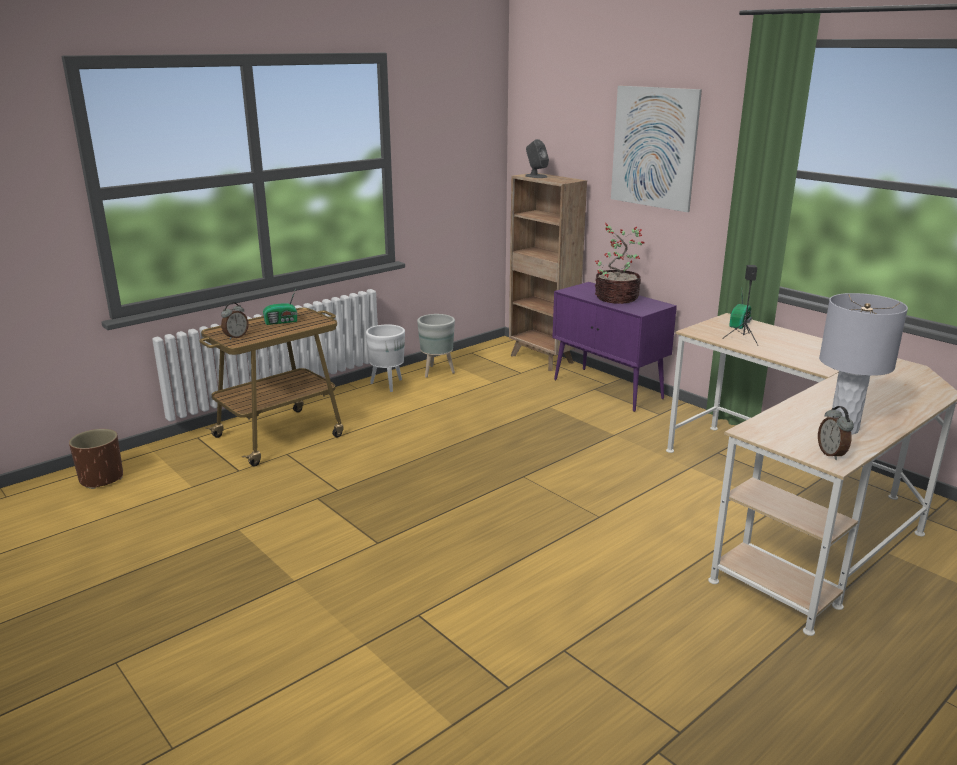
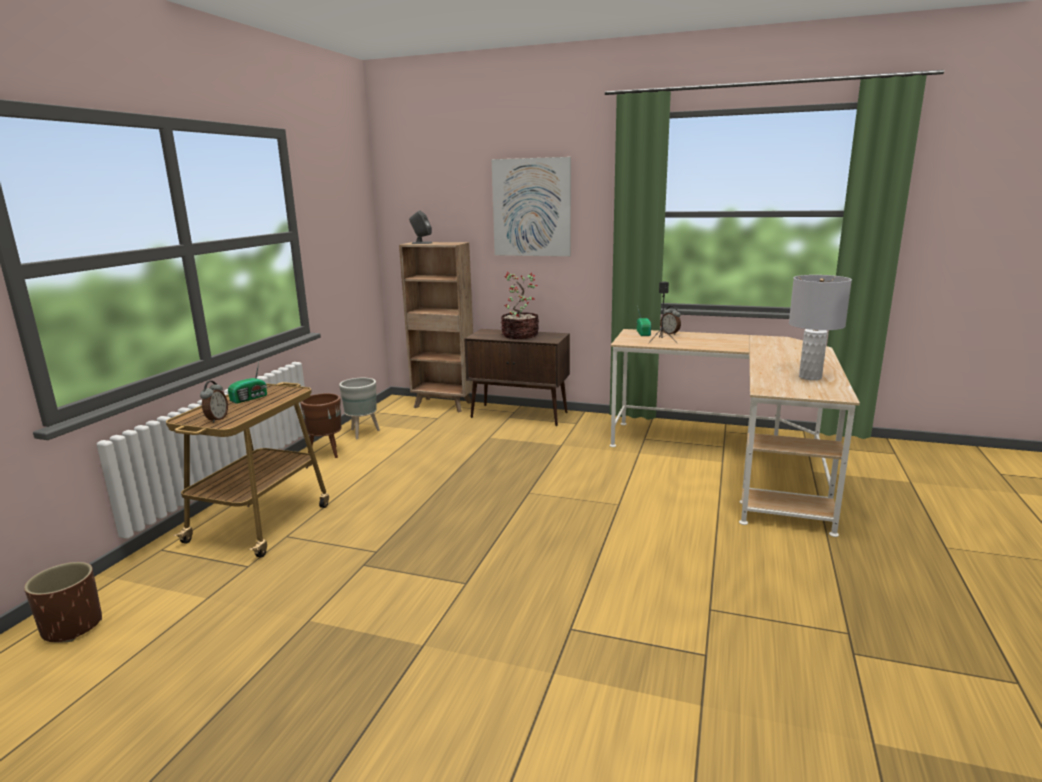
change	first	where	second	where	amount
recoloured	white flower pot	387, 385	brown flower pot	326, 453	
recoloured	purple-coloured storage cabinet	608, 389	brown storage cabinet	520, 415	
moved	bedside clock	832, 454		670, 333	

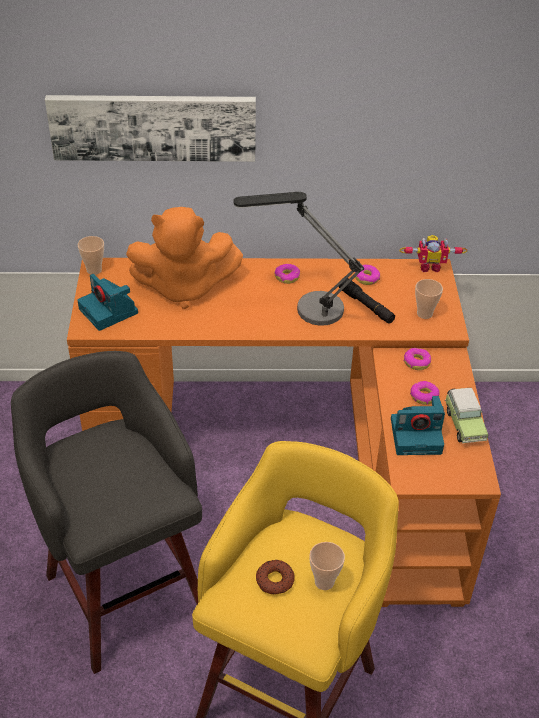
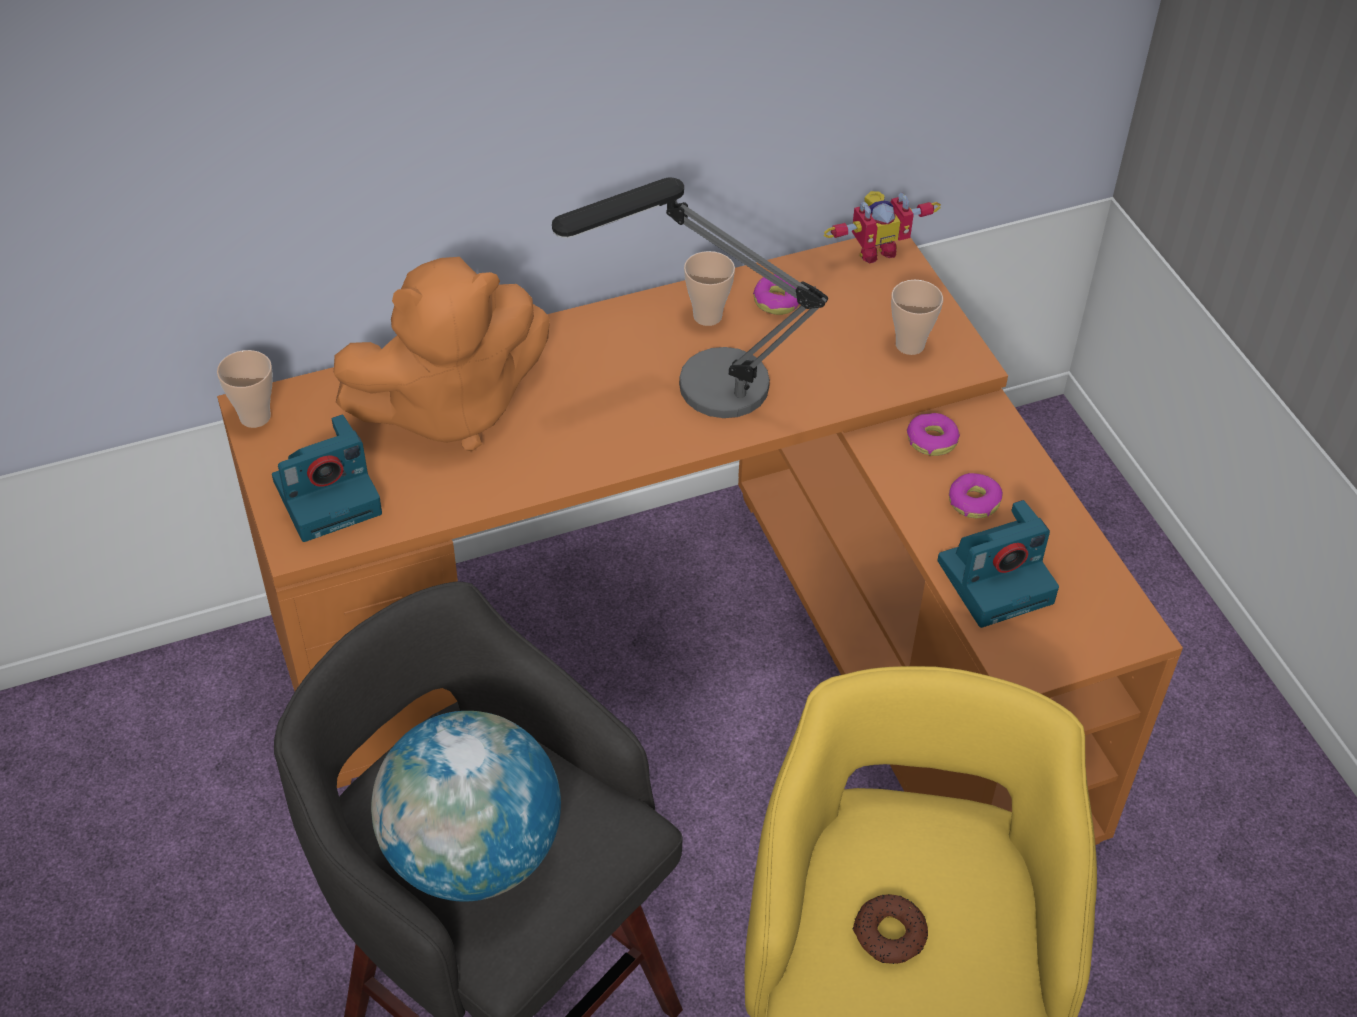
change	first	where	second	where	amount
turned	photo camera	109, 311		329, 495	60 degrees counterclockwise
added			desk globe	472, 854	
moved	cup	324, 582		707, 316	
removed	wall art	153, 126			
removed	doughnut	287, 277			
removed	black torch	366, 306			
removed	miniature car	463, 423			

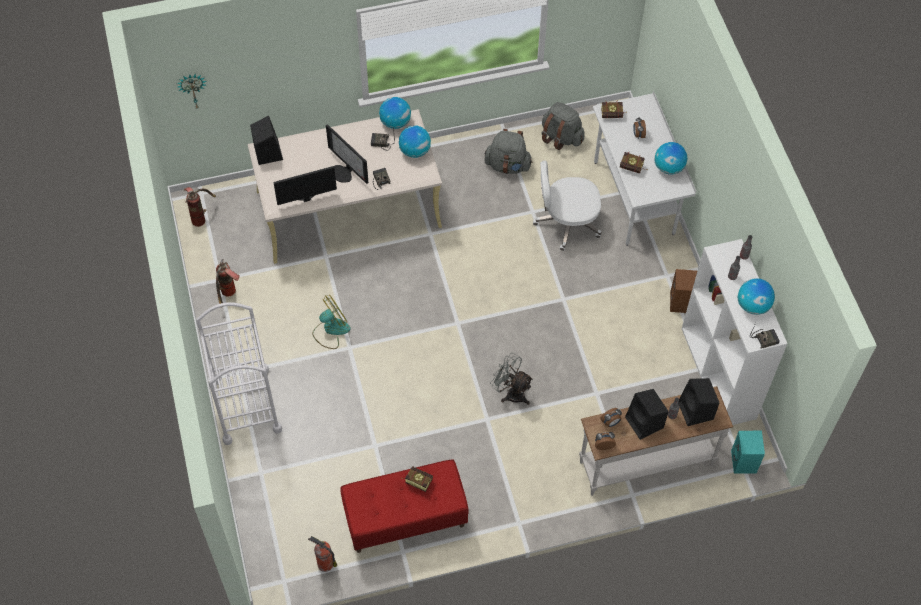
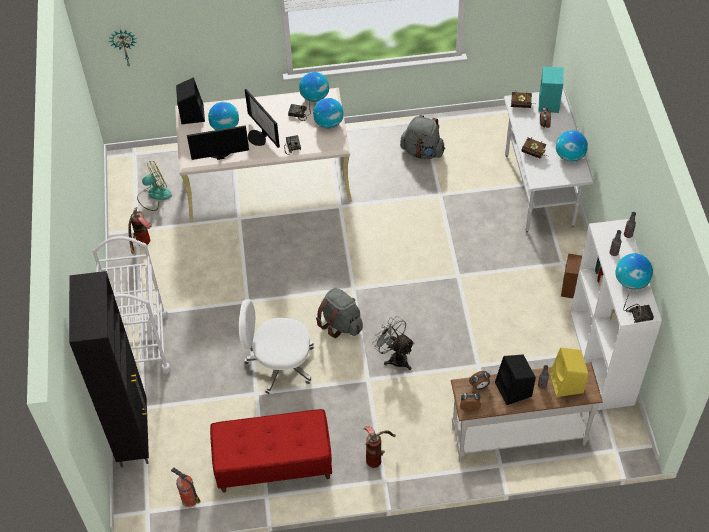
change	first	where	second	where	amount
added			black storage cabinet	134, 435	
moved	cooling fan	331, 330		154, 195	
added			desk globe	225, 127	
moved	white desk chair	566, 222		279, 364	
moved	greyish knapsack	561, 137		340, 323	
moved	fire extinguisher	201, 216		377, 455	
moved	blue-green speaker	744, 462		549, 104	
recoloured	black speaker	696, 411	yellow-coloured speaker	567, 383	
removed	book	416, 480			

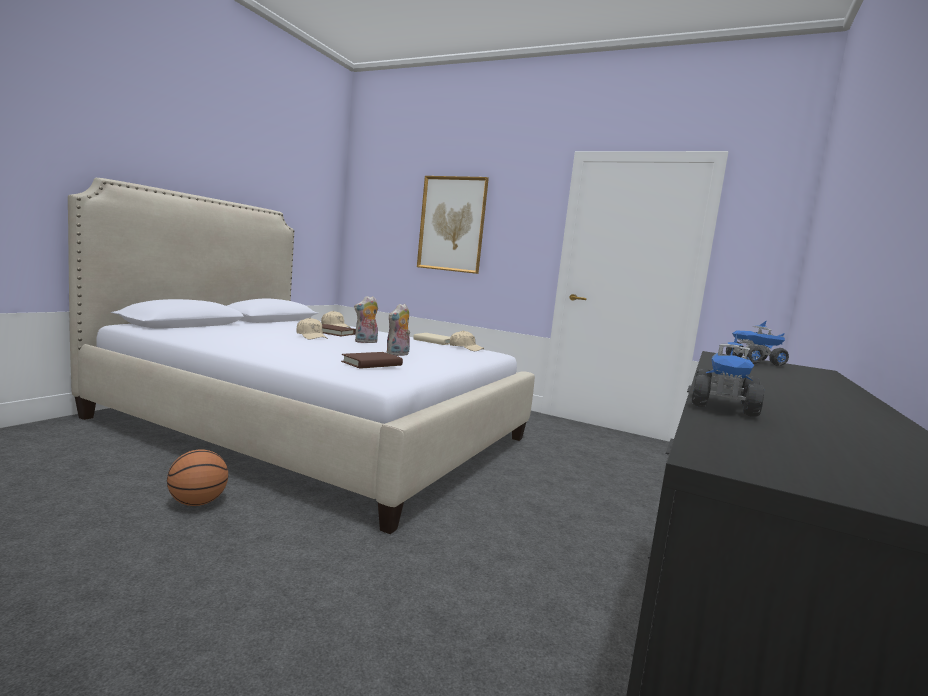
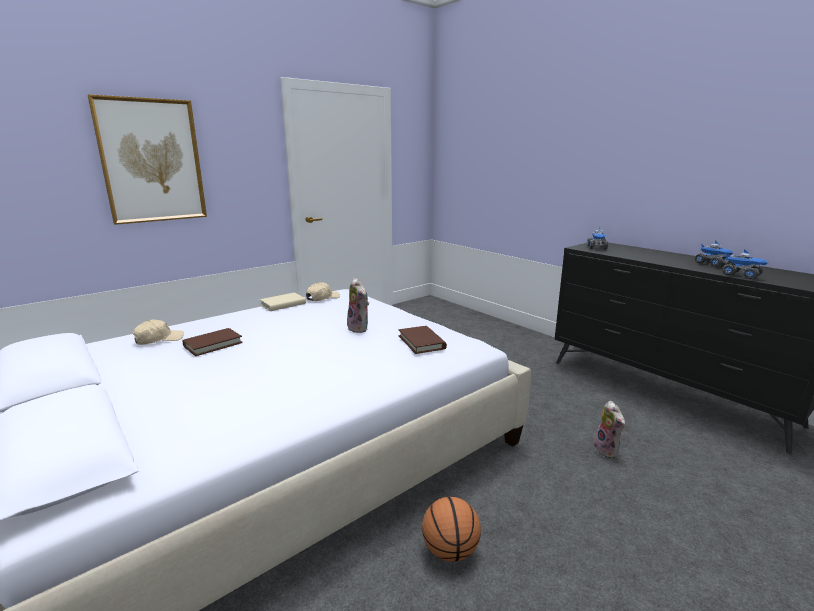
change	first	where	second	where	amount
moved	soft toy	365, 342		607, 450	
added			toy truck	713, 264	
removed	beige peaked cap	311, 336			

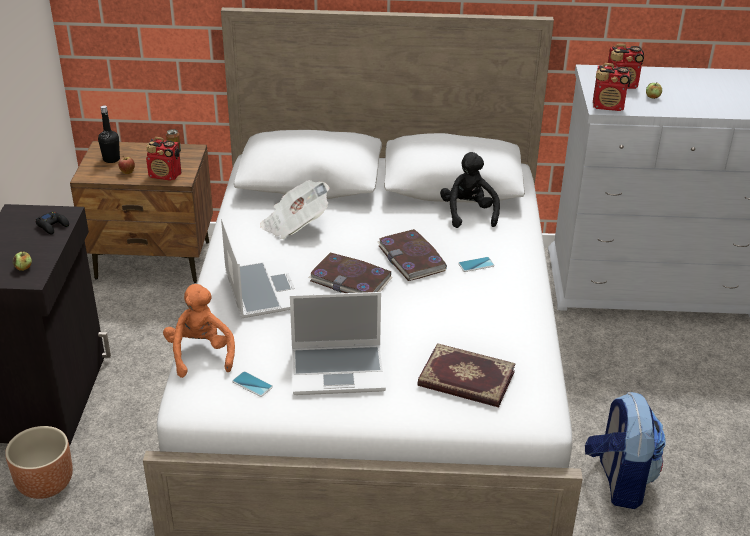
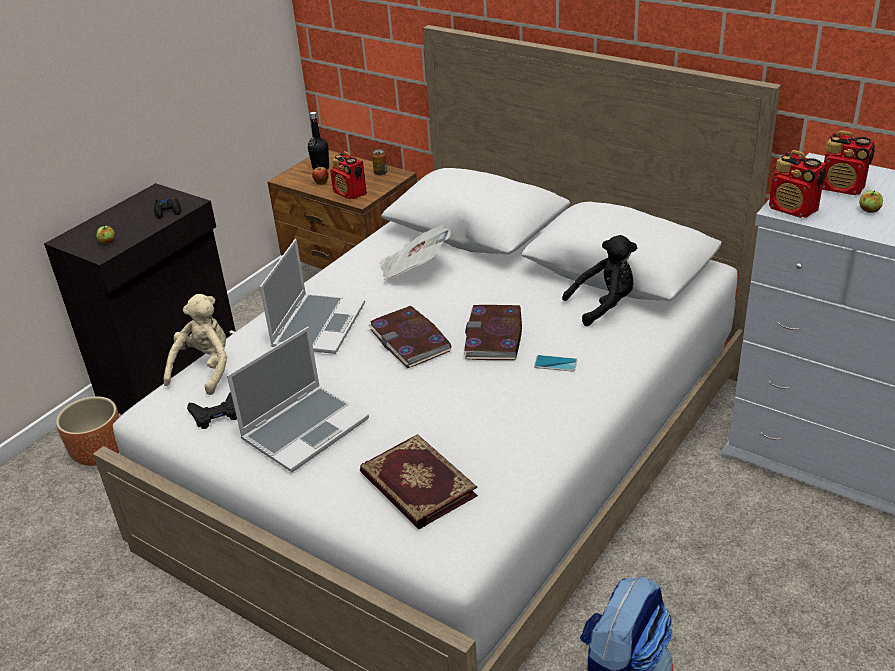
change	first	where	second	where	amount
recoloured	orangey soft toy	200, 354	beige soft toy	205, 369	
replaced	phone	252, 384	black game controller	217, 414	
turned	portable computer	339, 370		305, 428	75 degrees counterclockwise
turned	black soft toy	468, 213		604, 305	45 degrees clockwise

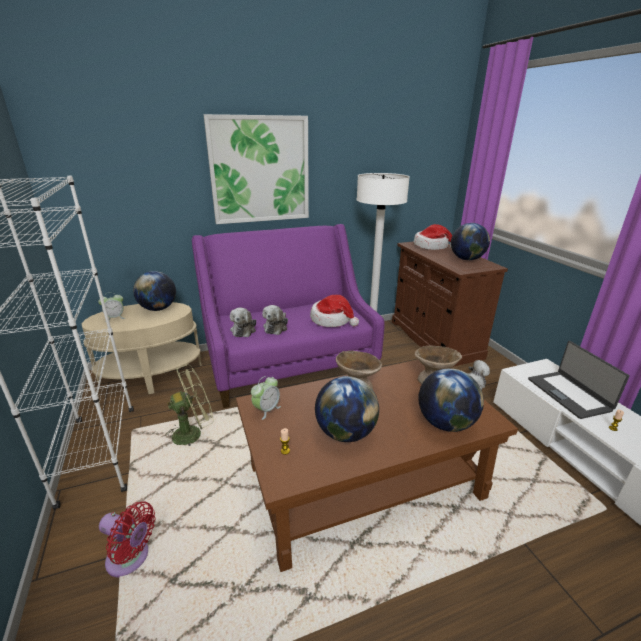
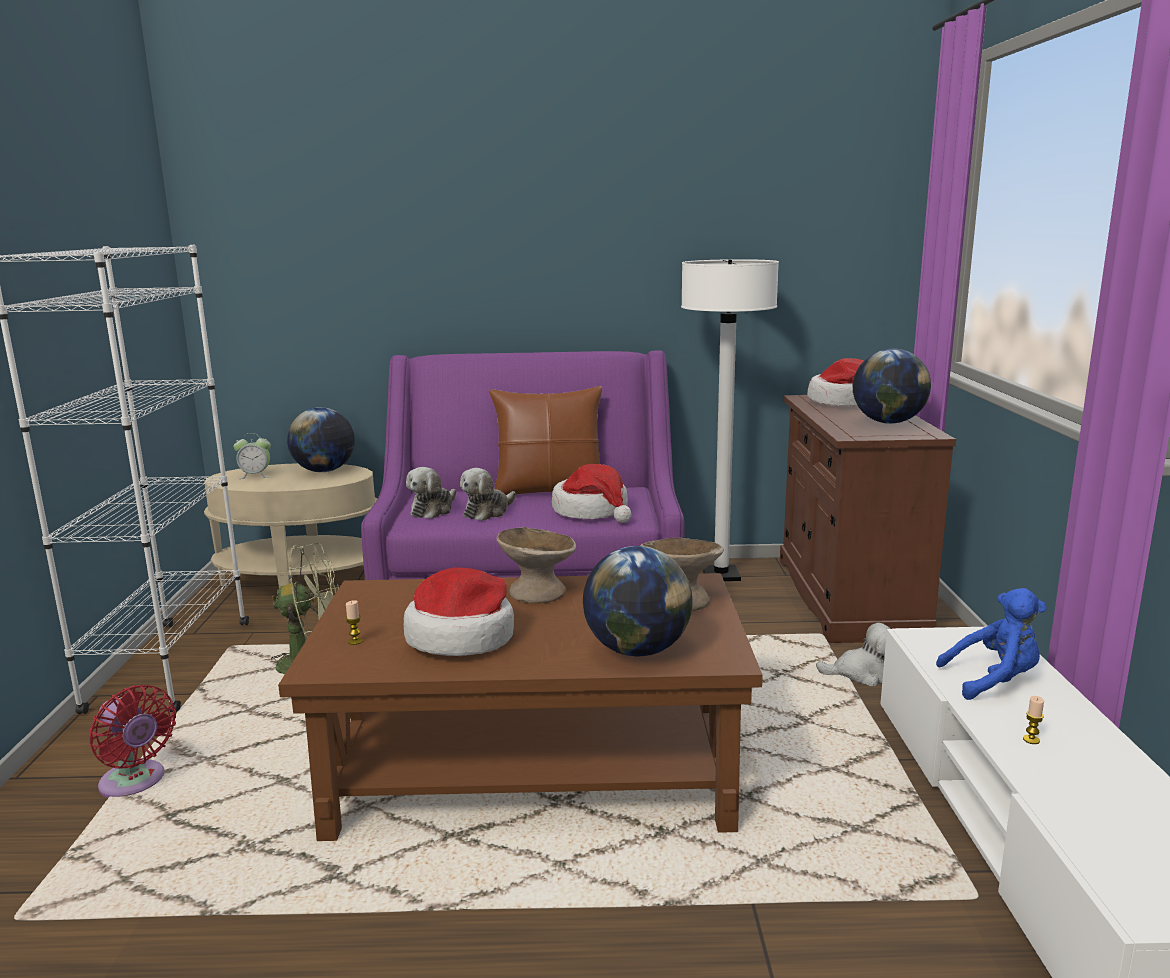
change	first	where	second	where	amount
replaced	desk globe	345, 433	clothing hat	462, 637	
added			brown cushion	549, 490	
replaced	portable computer	569, 394	blue soft toy	993, 681	
removed	wall art	260, 170			
removed	bedside clock	266, 410			

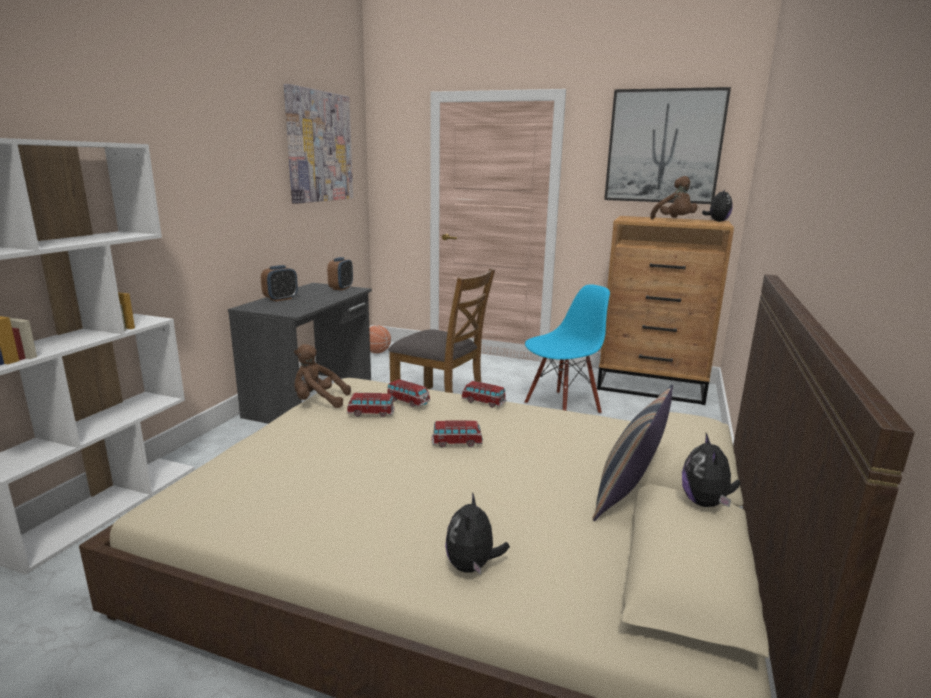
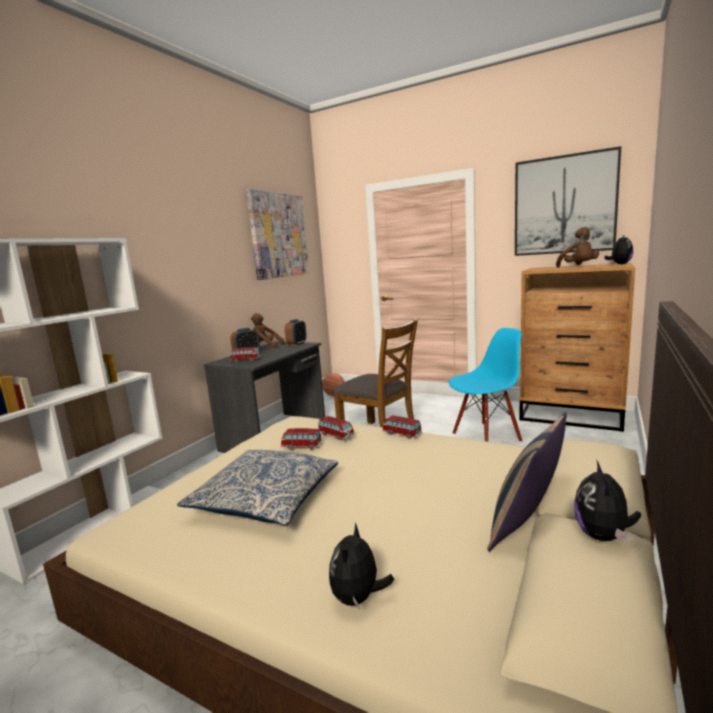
change	first	where	second	where	amount
added			cushion	266, 498	
moved	miniature car	457, 443		245, 360	
moved	brown soft toy	318, 401		265, 347	

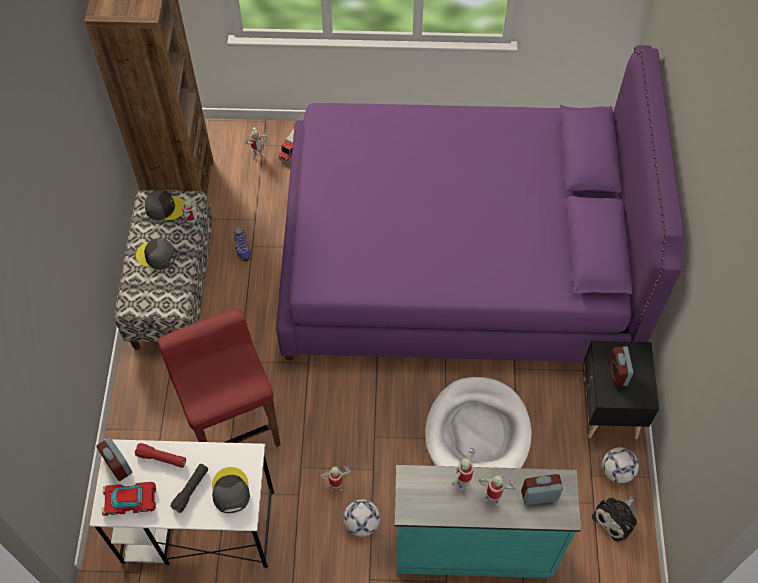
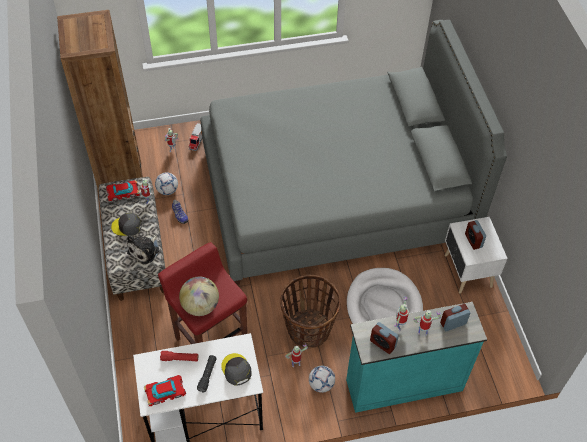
change	first	where	second	where	amount
replaced	greyish peaked cap	165, 207	miniature car	123, 192	
moved	soft toy	616, 518		145, 250	
moved	ball for football	617, 471		167, 190	
added			desk globe	200, 306	
recoloured	purple-coloured sleeping bed	456, 260	greyish sleeping bed	335, 194	
added			basket	308, 329	
moved	bedside clock	118, 465		382, 343	
recoloured	black bedside table	608, 409	white bedside table	467, 272	

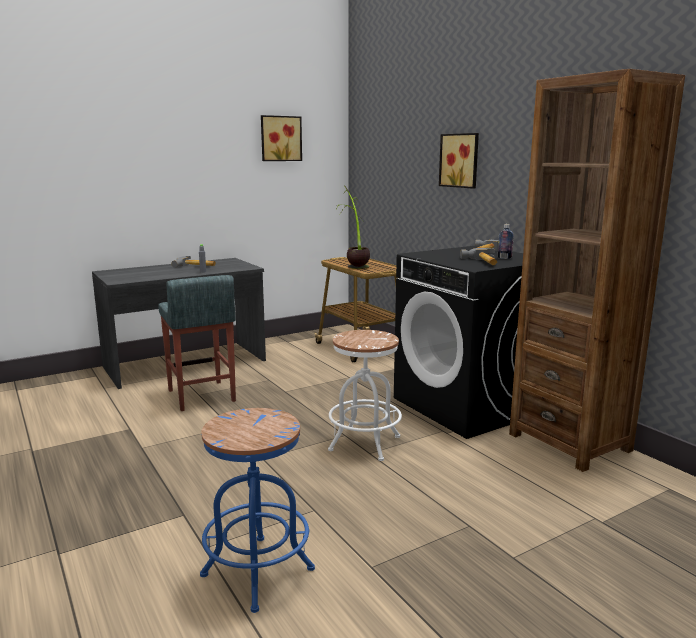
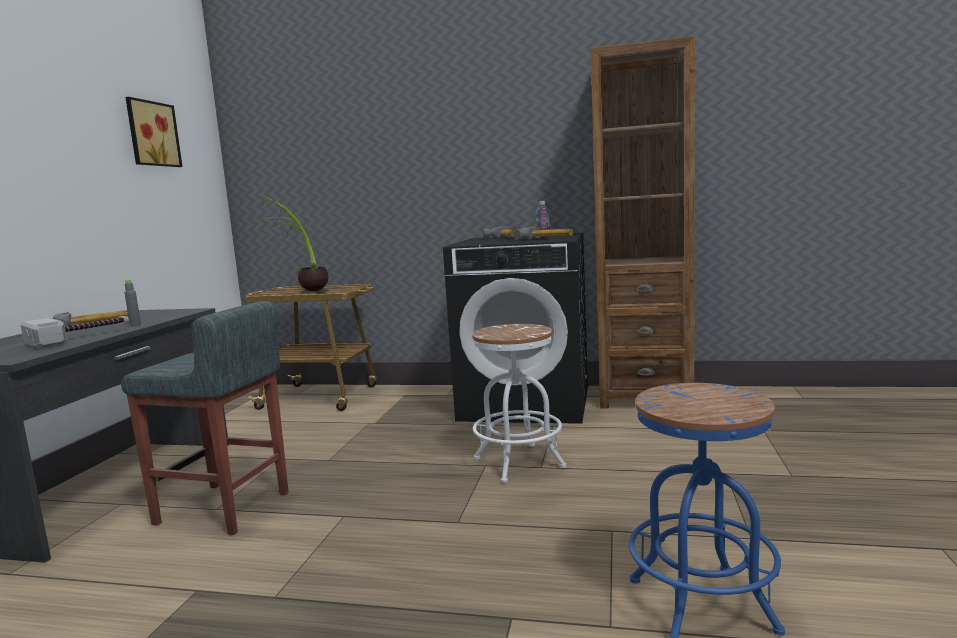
change	first	where	second	where	amount
added			hammer	81, 337	
removed	wall art	460, 160			

